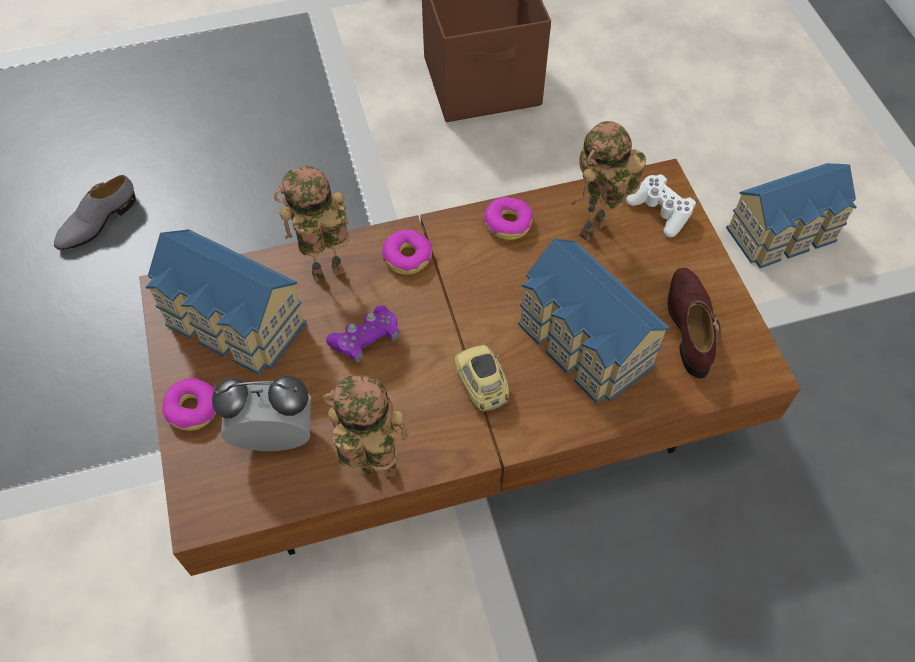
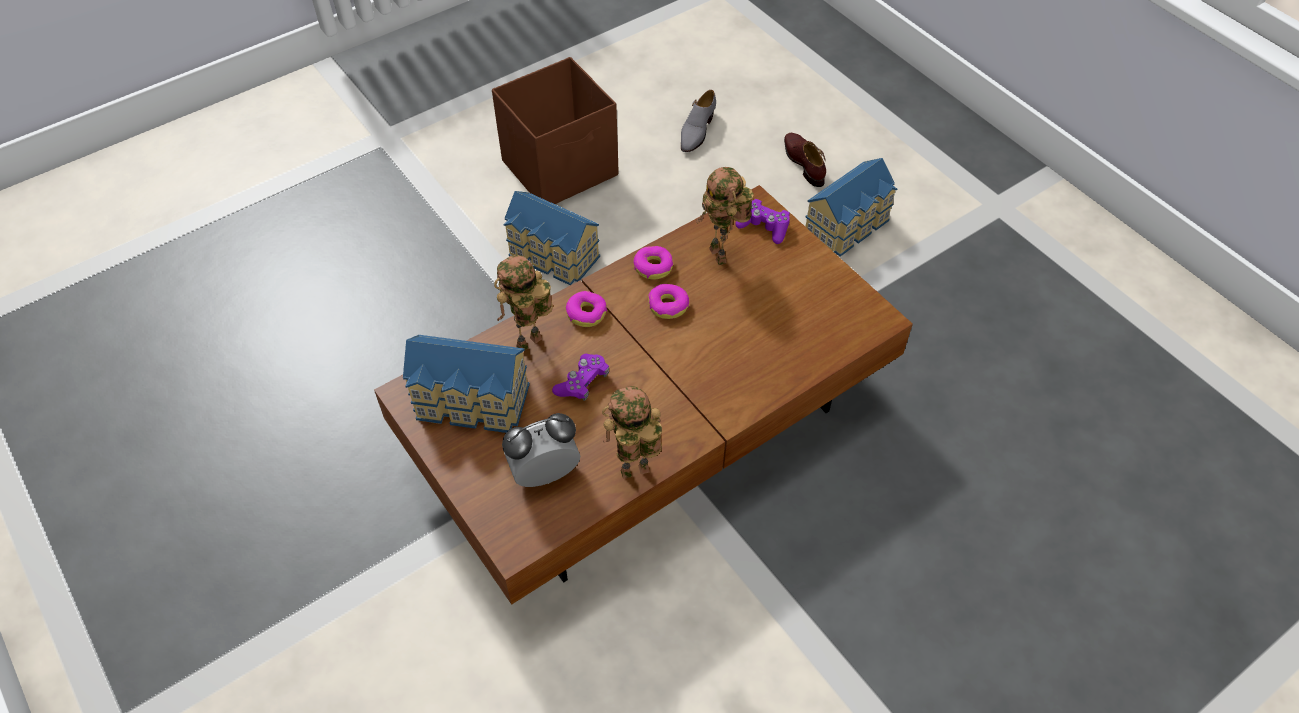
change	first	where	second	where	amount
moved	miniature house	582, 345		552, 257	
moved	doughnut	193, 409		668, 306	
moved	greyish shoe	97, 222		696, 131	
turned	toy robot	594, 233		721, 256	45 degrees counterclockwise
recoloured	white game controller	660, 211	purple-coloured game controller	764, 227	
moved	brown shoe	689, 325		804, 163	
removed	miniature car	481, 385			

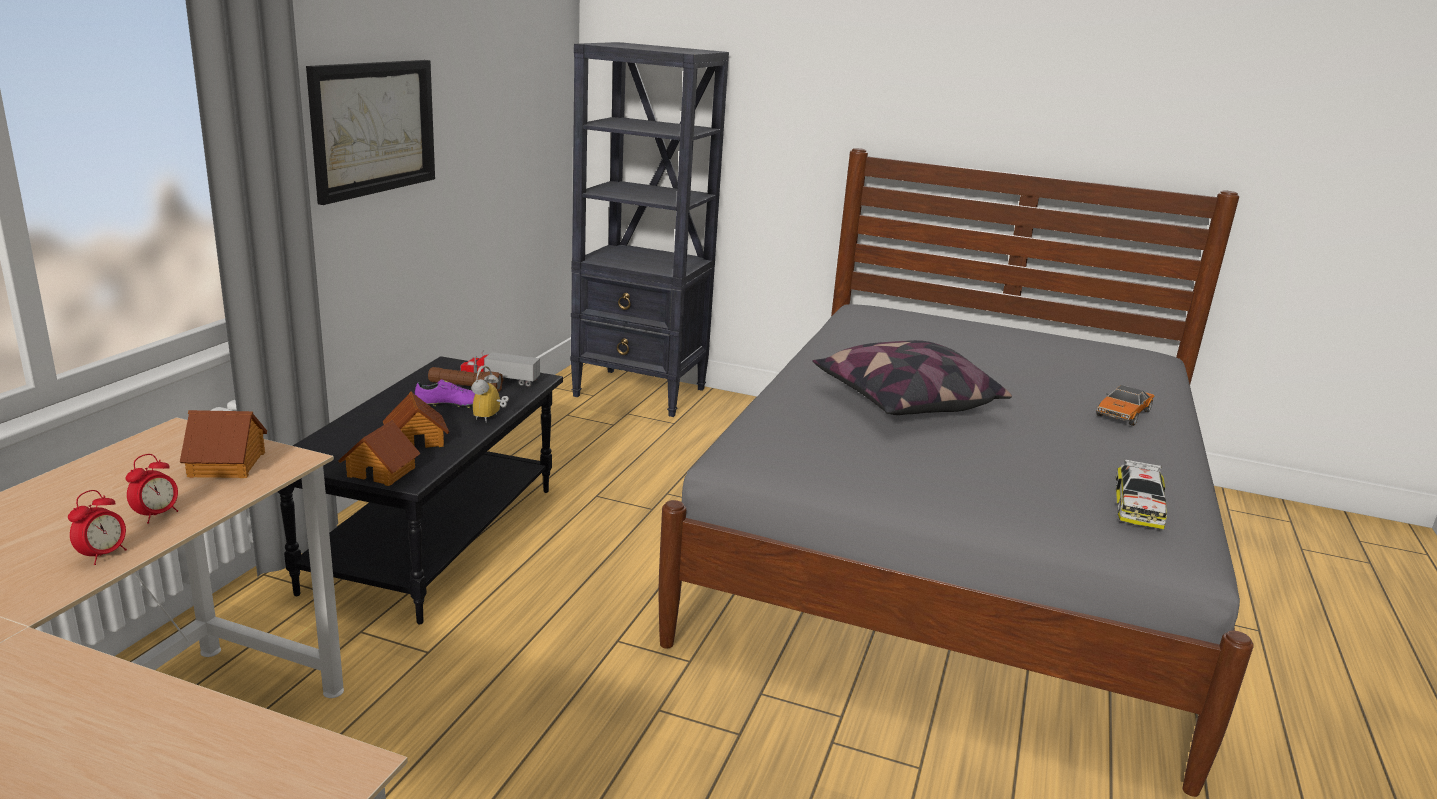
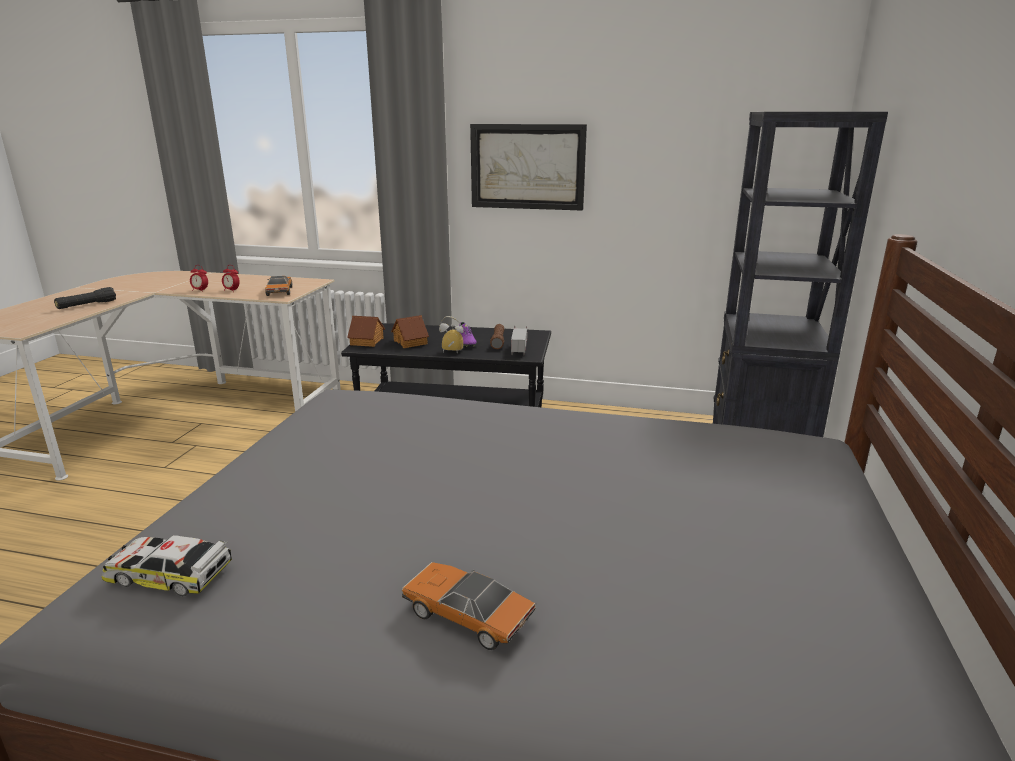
change	first	where	second	where	amount
added			black torch	87, 305	
replaced	miniature house	228, 464	miniature car	279, 291	
removed	cushion	904, 404			

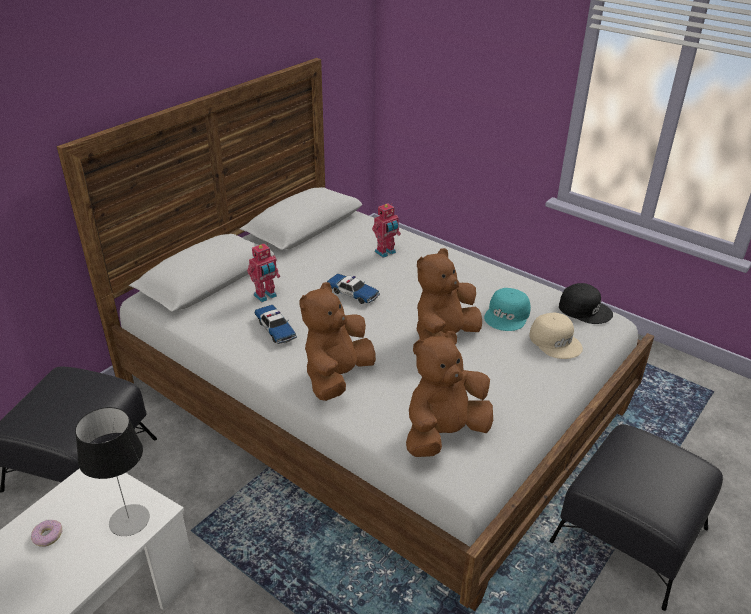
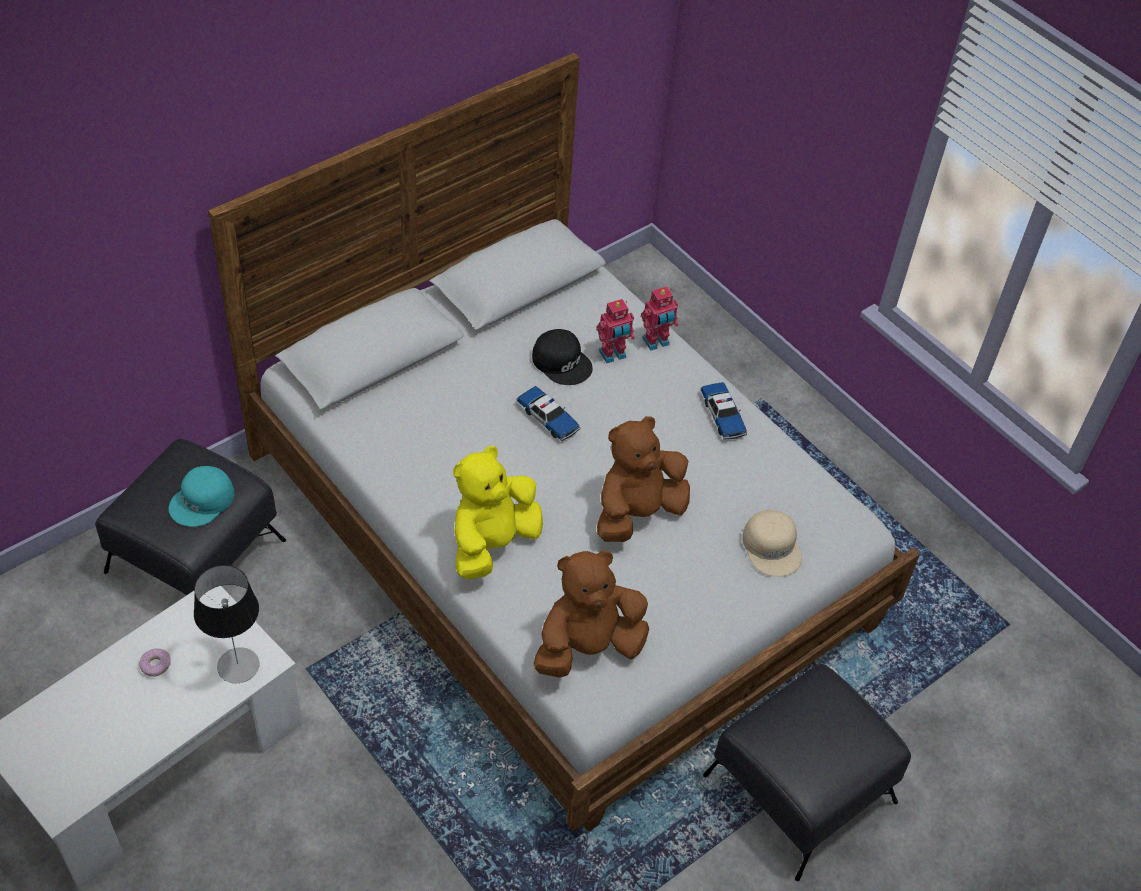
change	first	where	second	where	amount
moved	blue-green peaked cap	507, 315		203, 501	
recoloured	brown soft toy	337, 377	yellow-coloured soft toy	492, 543	
moved	black peaked cap	585, 309		562, 362	
moved	toy robot	266, 296		656, 342	
moved	miniature car	275, 329		722, 415	

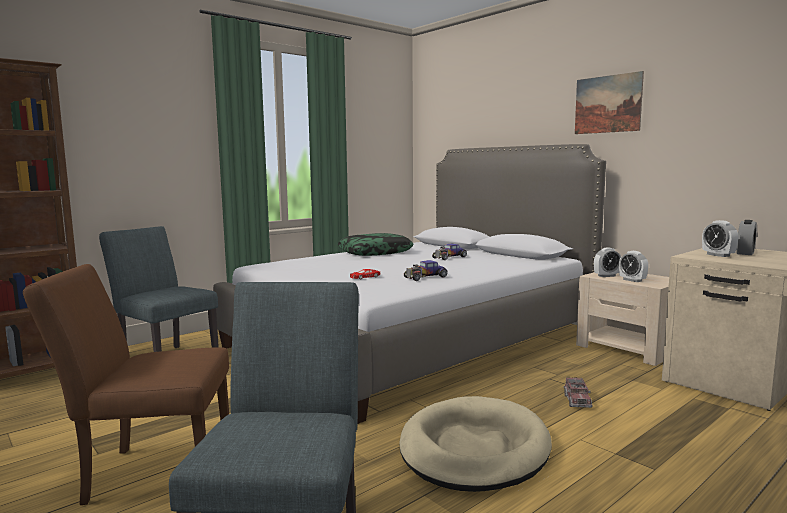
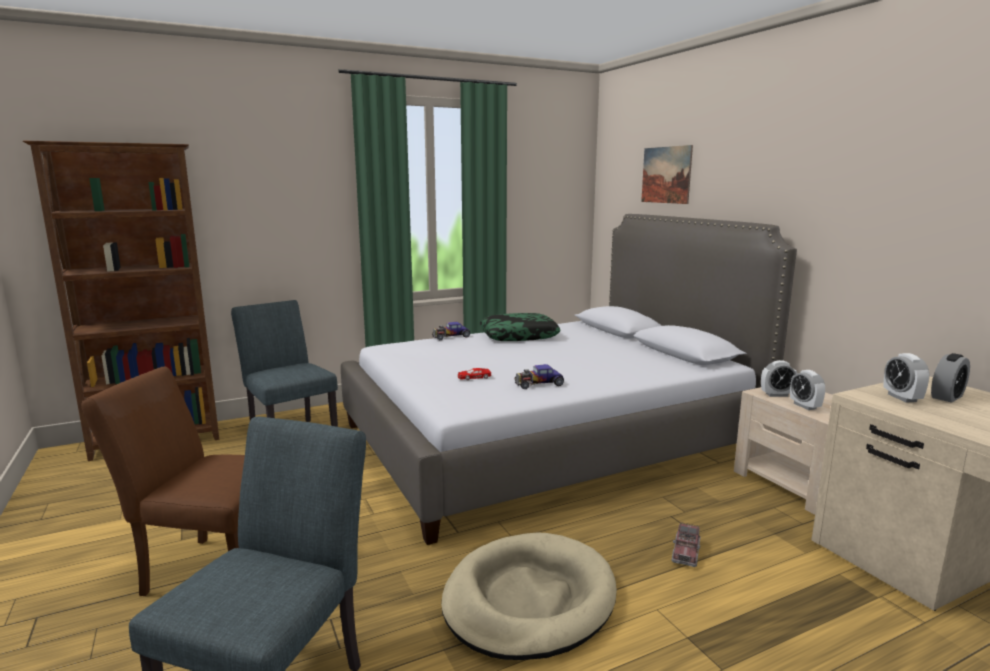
change	first	where	second	where	amount
moved	miniature car	449, 257		451, 336	
moved	wall art	607, 104		666, 175	

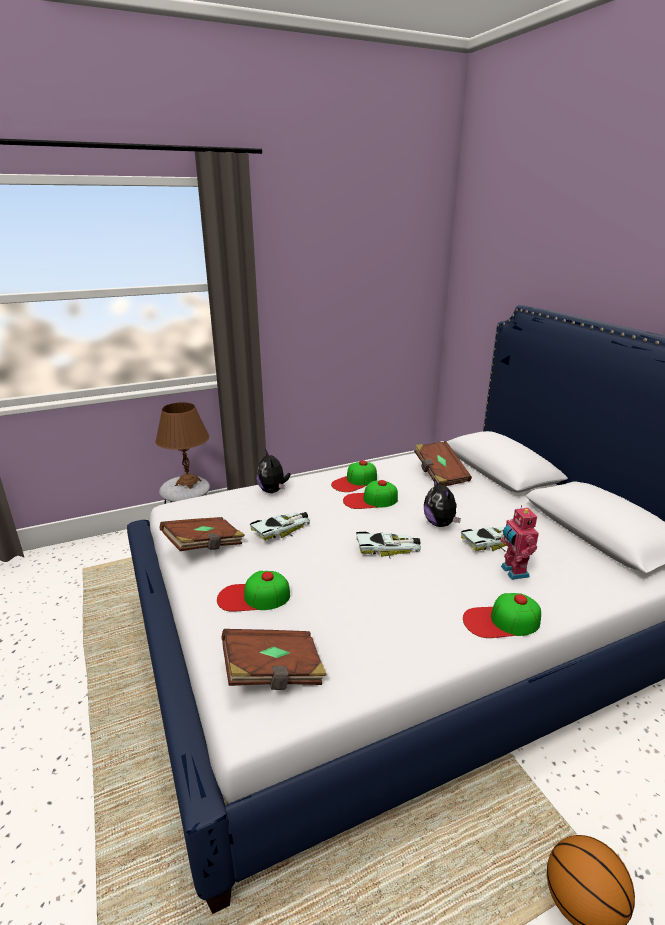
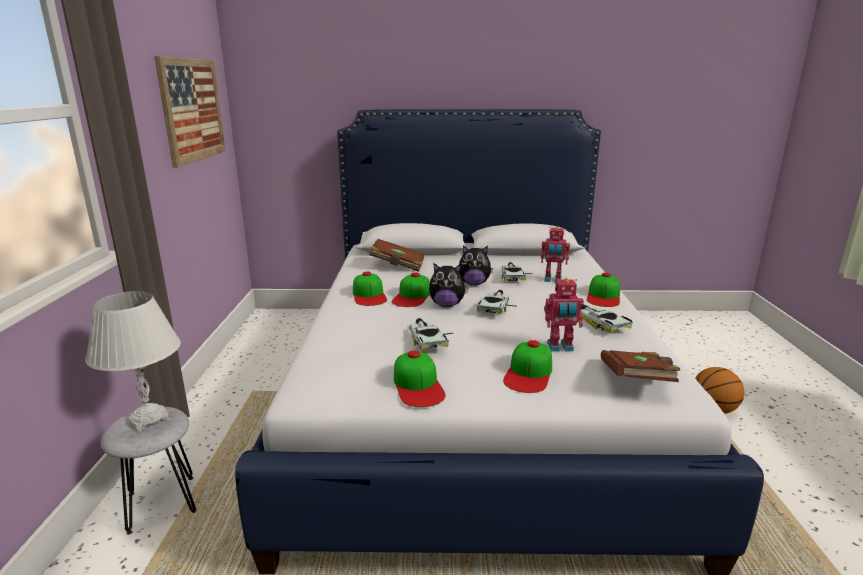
change	first	where	second	where	amount
recoloured	brown table lamp	188, 483	white table lamp	149, 419	
added			wall art	192, 110	
replaced	brown book	204, 546	peaked cap	418, 385	
moved	soft toy	273, 491		447, 305	
added			toy robot	560, 347	
added			miniature car	601, 322	

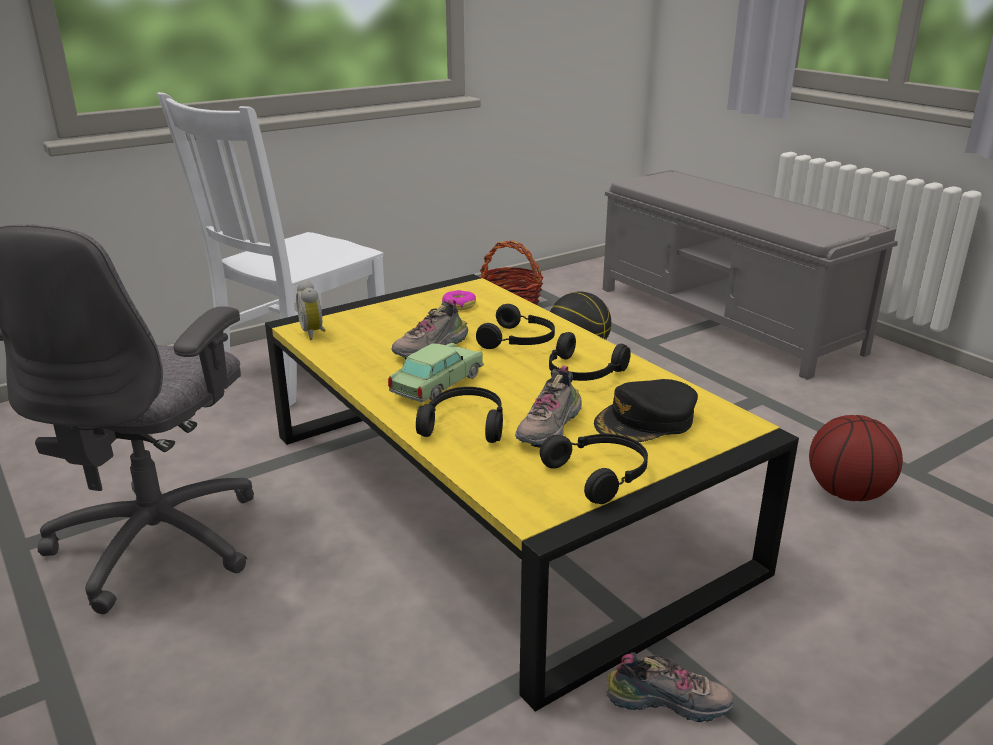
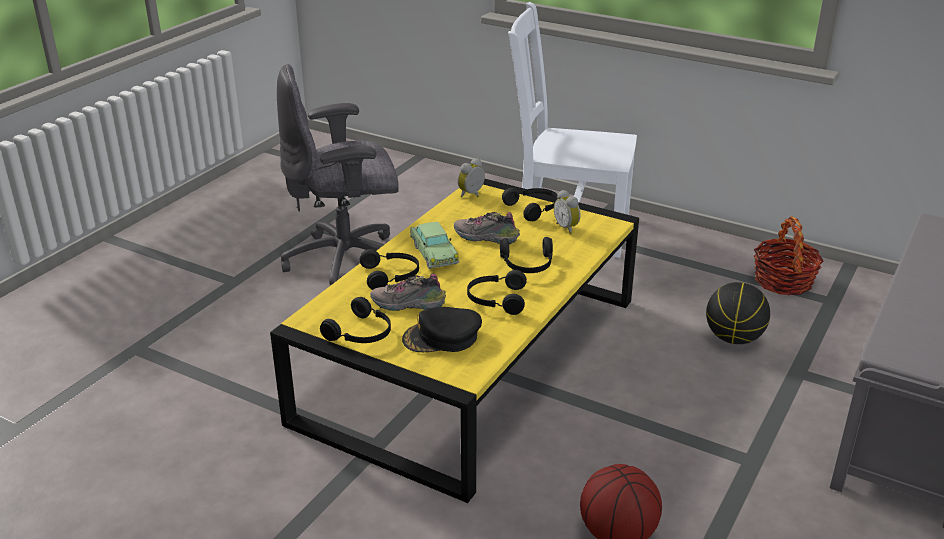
change	first	where	second	where	amount
turned	black peaked cap	646, 421		442, 337	45 degrees counterclockwise
turned	miniature car	437, 385		434, 254	60 degrees clockwise
added			black headphones	534, 208	
replaced	doughnut	459, 305	bedside clock	567, 228	
removed	shoe	668, 701			

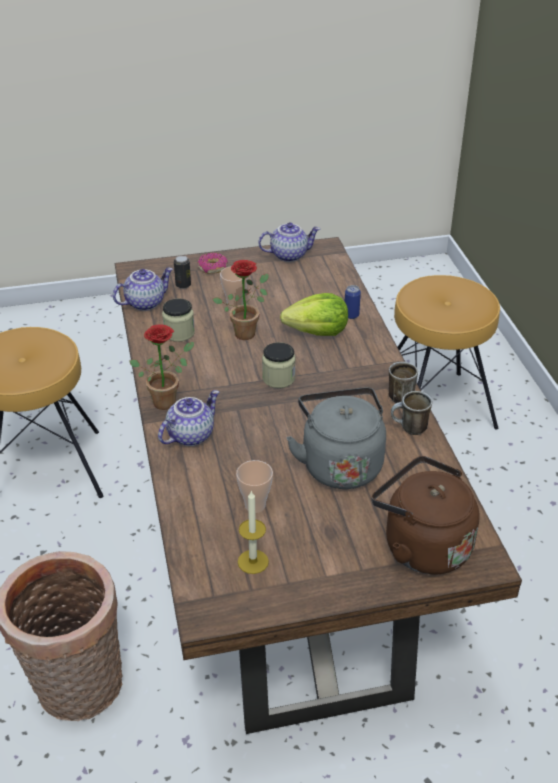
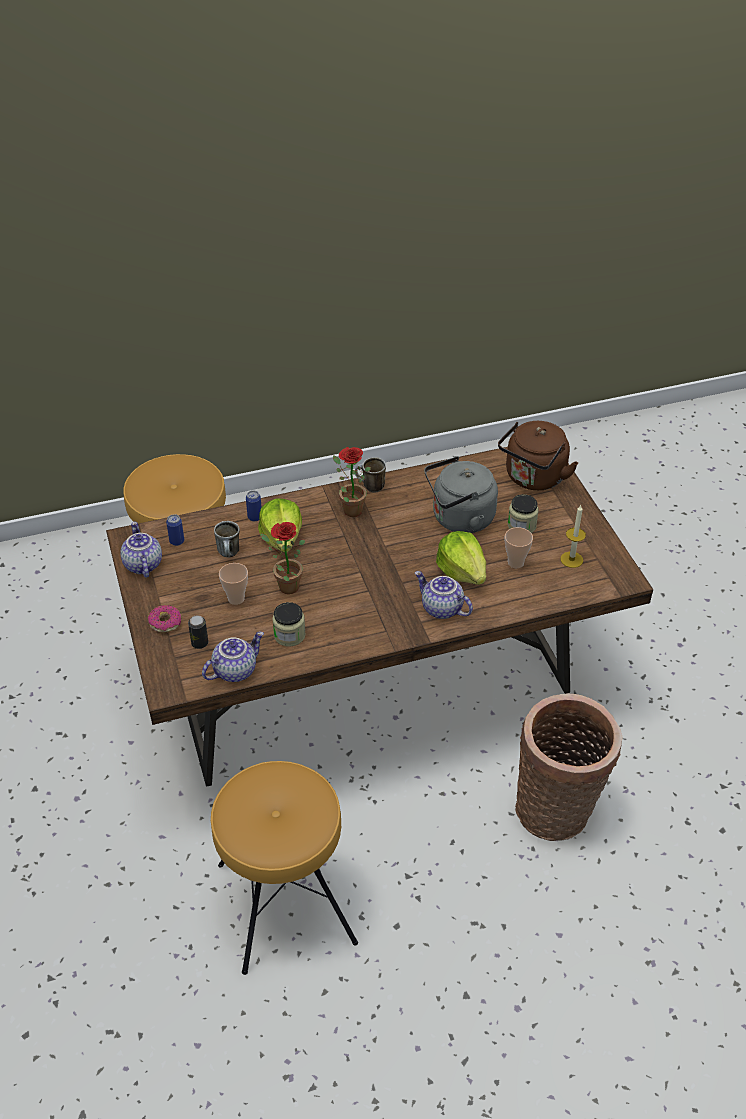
change	first	where	second	where	amount
added			metal can	177, 541	
turned	tea pot	145, 302		234, 670	90 degrees clockwise
moved	mug	409, 429		230, 554	
moved	potted plant	168, 400		349, 509	
added			lettuce	462, 571	
moved	storage jar	278, 378		521, 525	

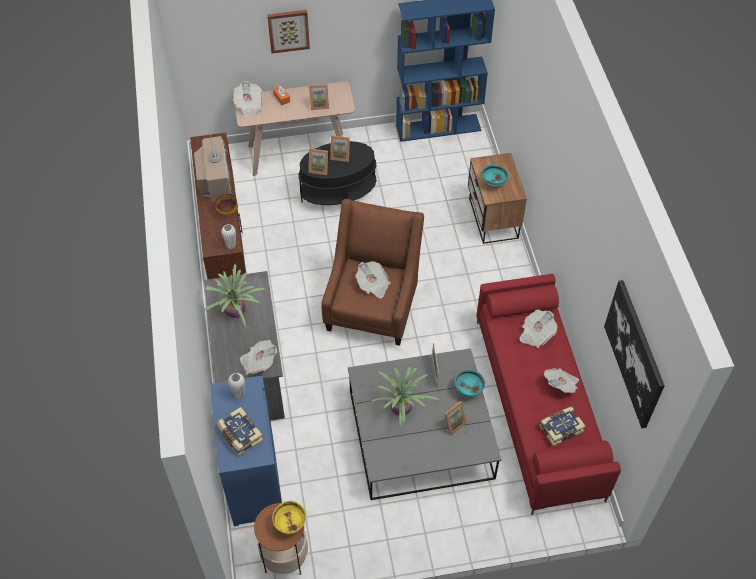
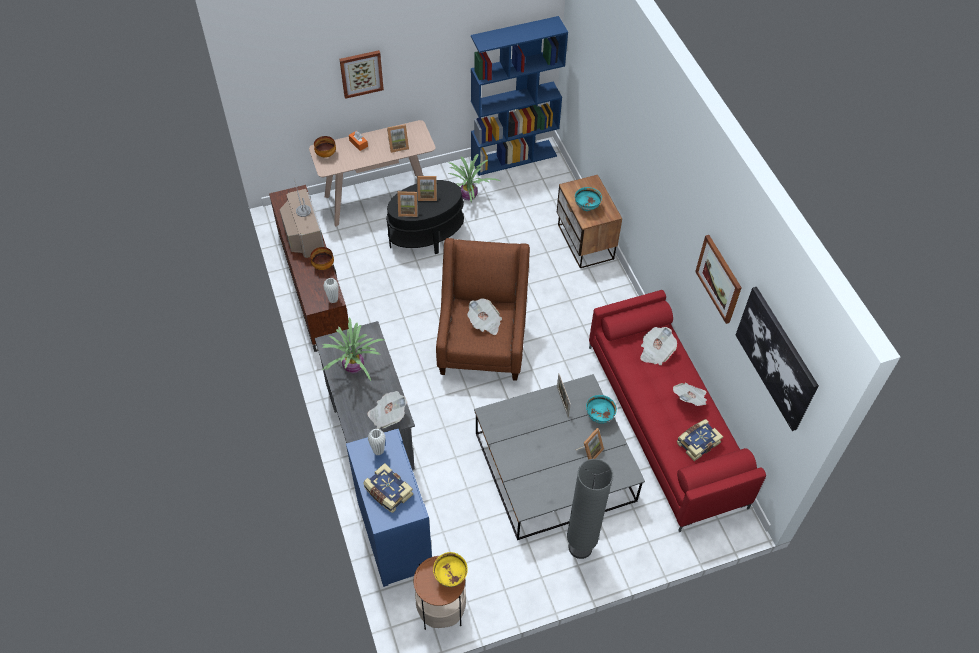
change	first	where	second	where	amount
replaced	printed paper	249, 105	serving bowl	326, 154	
moved	potted plant	402, 410		469, 196	
added			greyish floor lamp	580, 547	
added			wall art	719, 278	

